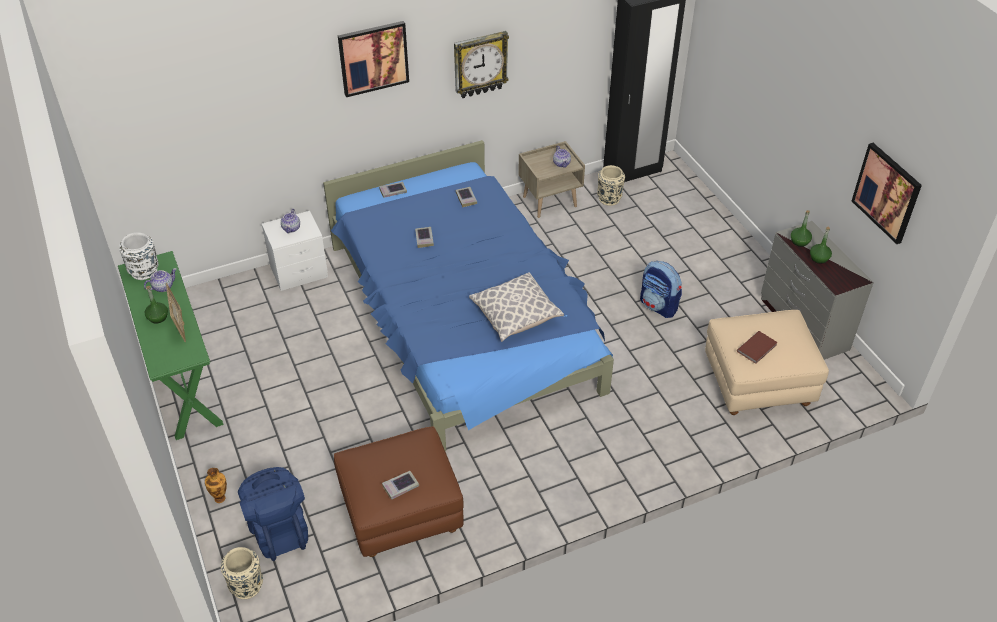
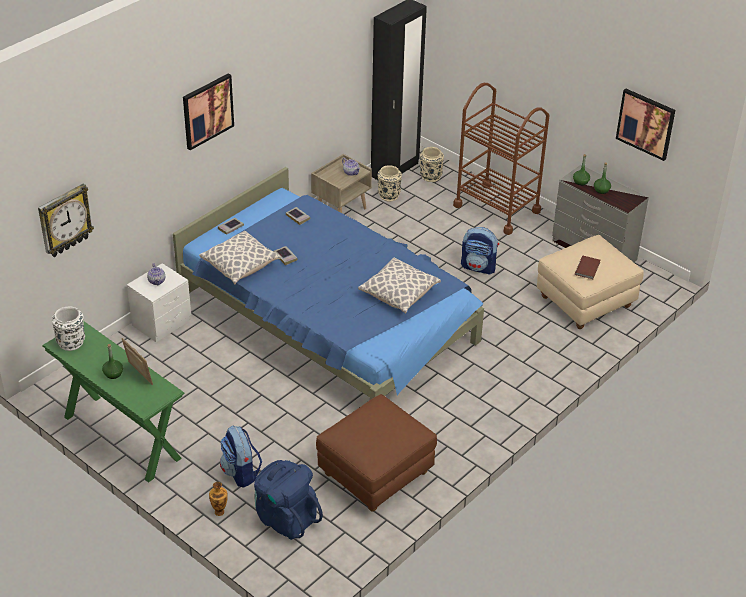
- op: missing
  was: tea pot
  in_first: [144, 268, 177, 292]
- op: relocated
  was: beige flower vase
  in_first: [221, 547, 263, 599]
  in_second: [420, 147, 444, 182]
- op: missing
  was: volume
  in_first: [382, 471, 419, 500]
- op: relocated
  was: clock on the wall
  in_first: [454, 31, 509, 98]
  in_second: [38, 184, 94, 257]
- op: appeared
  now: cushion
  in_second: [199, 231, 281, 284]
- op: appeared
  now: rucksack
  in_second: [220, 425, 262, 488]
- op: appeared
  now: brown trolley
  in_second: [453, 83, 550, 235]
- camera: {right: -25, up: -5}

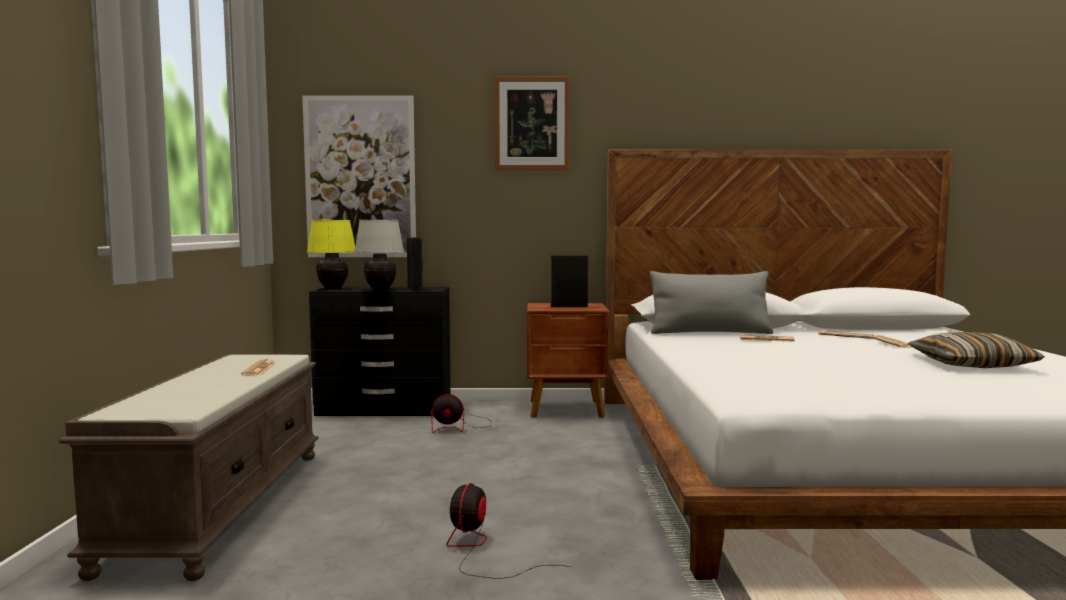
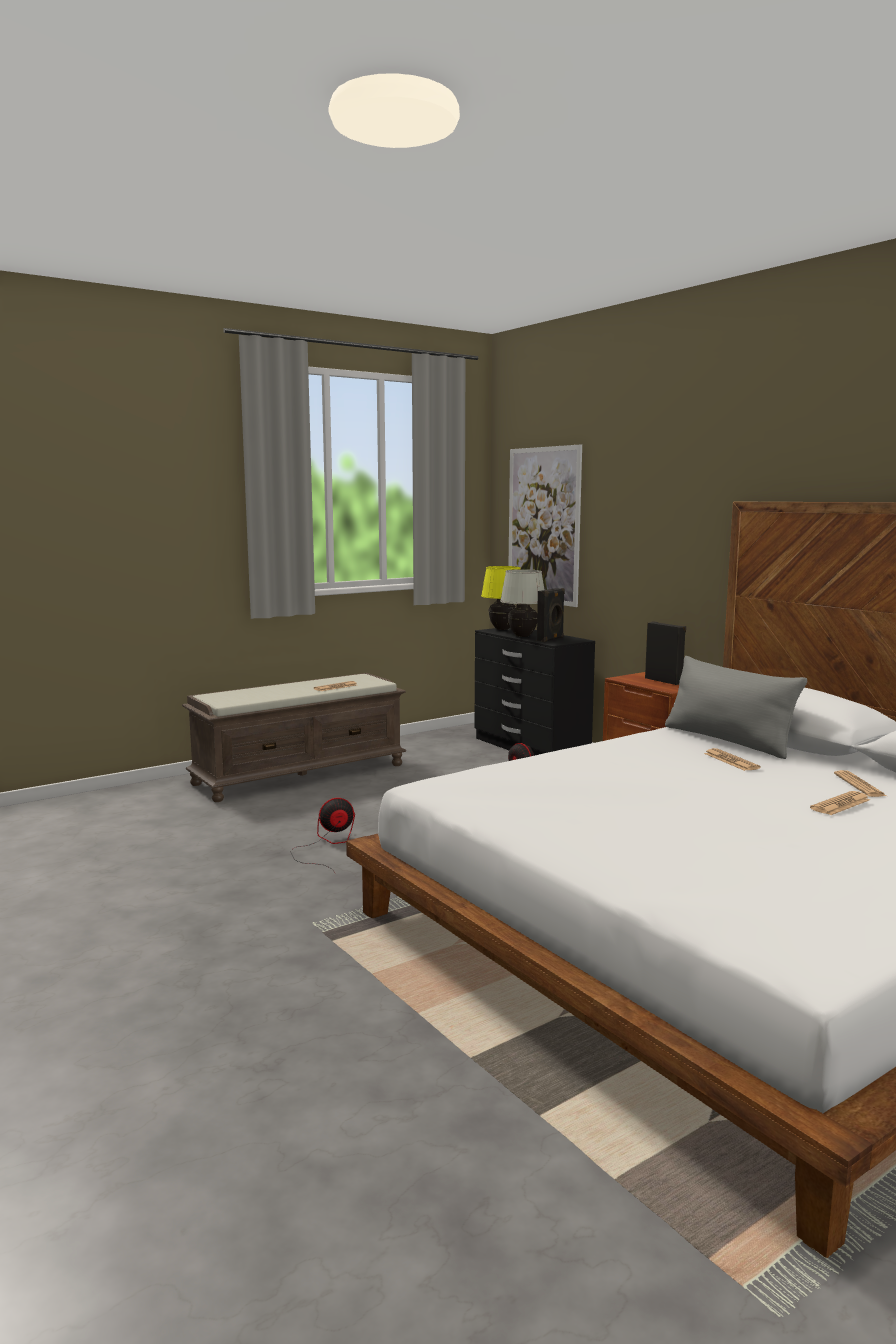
- op: missing
  was: wall art
  in_first: [494, 76, 570, 170]
- op: missing
  was: cushion
  in_first: [908, 332, 1045, 368]
- camera: {right: 55, up: 5}

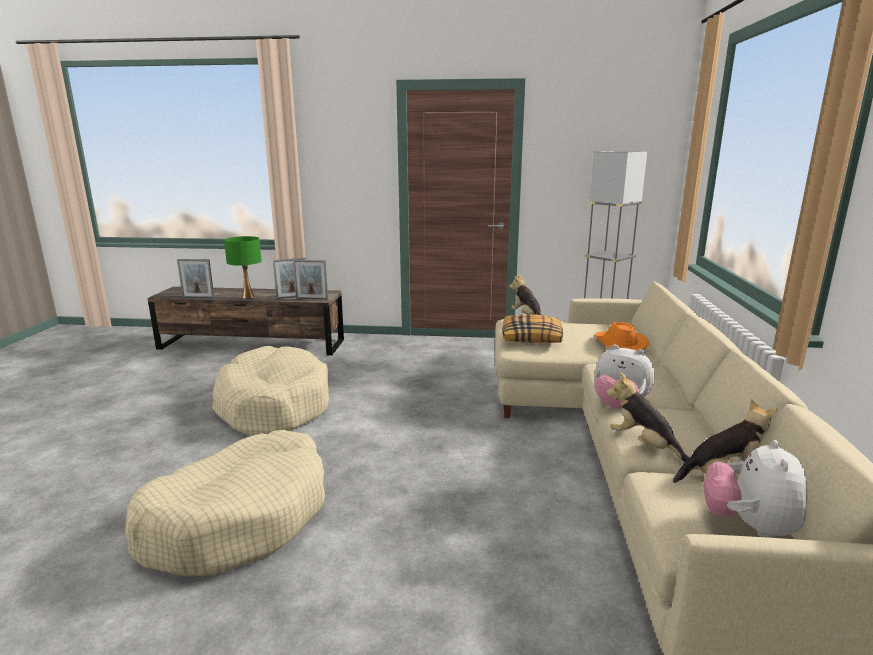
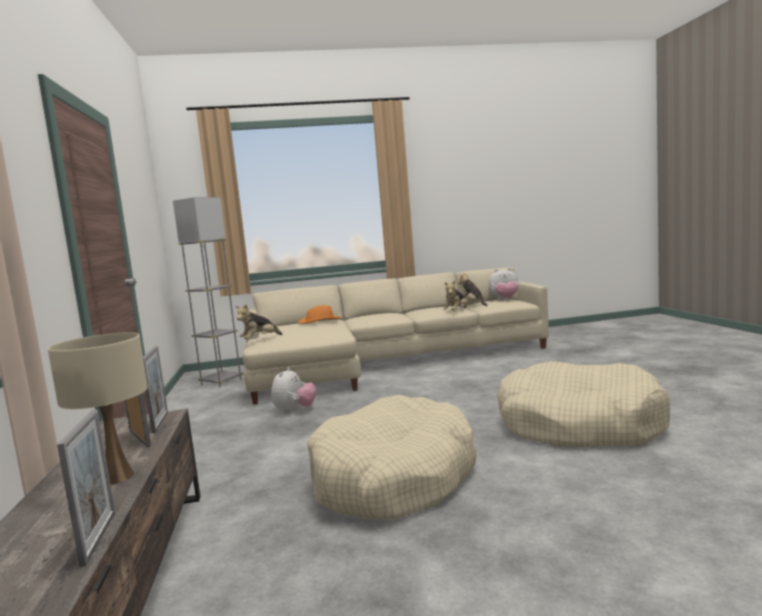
- op: colour
  was: green-coloured table lamp
  now: beige table lamp
  in_first: [224, 236, 262, 299]
  in_second: [48, 332, 148, 484]
- op: missing
  was: cushion
  in_first: [502, 314, 563, 343]
- op: relocated
  was: soft toy
  in_first: [594, 344, 655, 409]
  in_second: [271, 367, 316, 414]
- camera: {right: -105, up: -10}

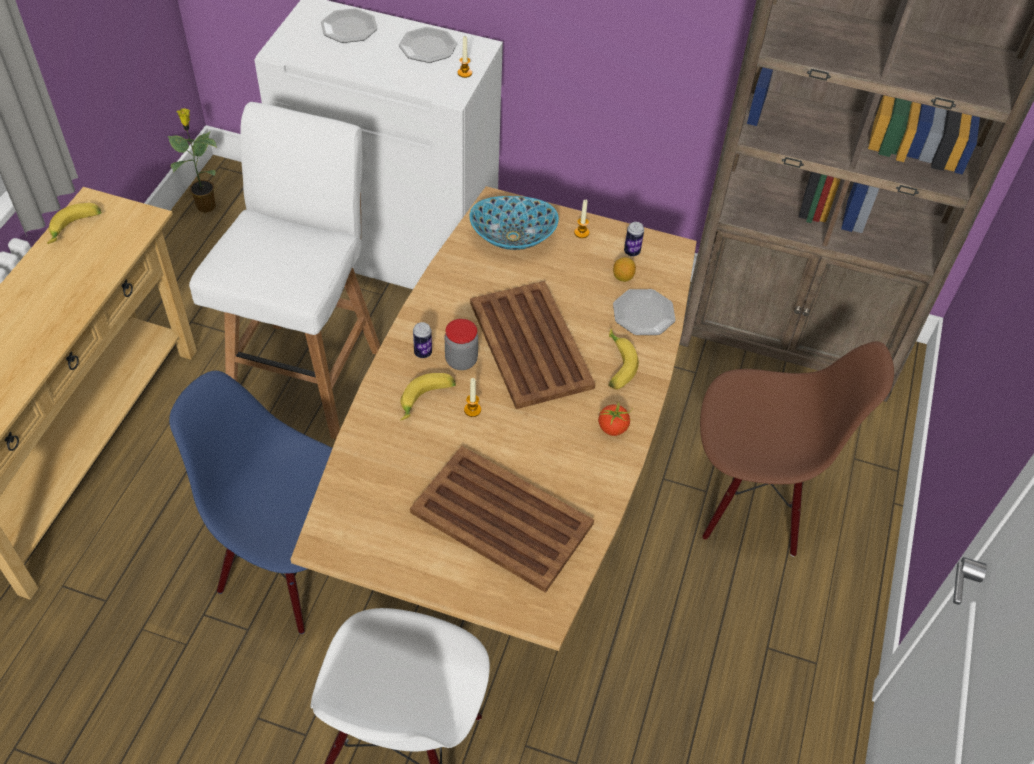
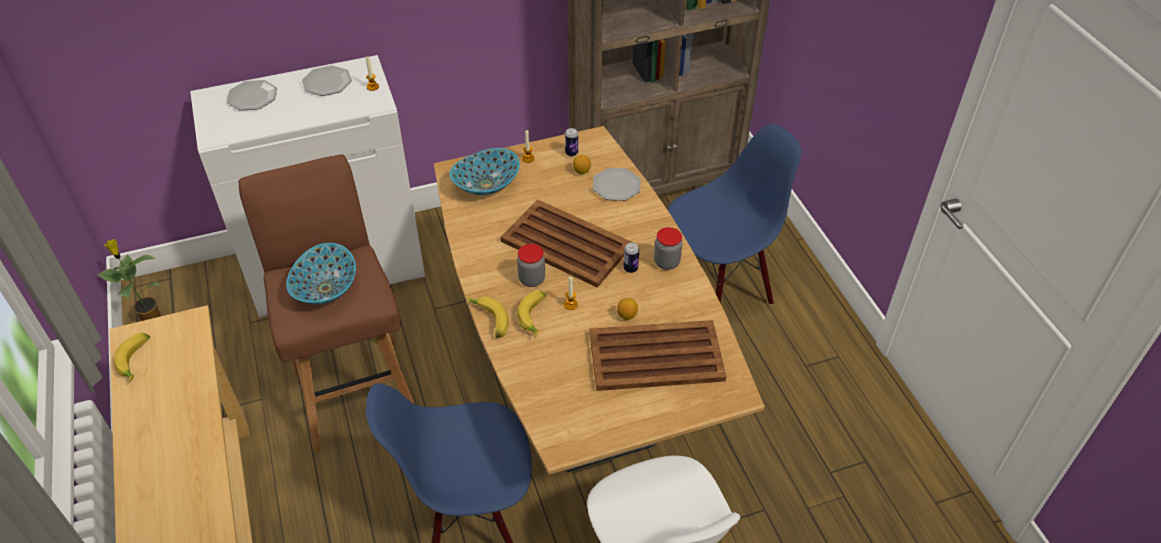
- op: colour
  was: white stool
  now: brown stool
  in_first: [189, 102, 380, 439]
  in_second: [238, 154, 415, 452]
- op: relocated
  was: sealed can
  in_first: [413, 322, 432, 358]
  in_second: [624, 243, 639, 273]
- op: exchanged
  was: fresh tomato
  now: jar
  in_first: [598, 401, 633, 436]
  in_second: [654, 227, 682, 270]
- op: relocated
  was: banana fruit
  in_first: [608, 328, 639, 389]
  in_second: [467, 296, 509, 338]
- op: colour
  was: brown chair
  now: bluish chair
  in_first: [700, 341, 894, 557]
  in_second: [668, 124, 802, 305]
- op: appeared
  now: deep dish
  in_second: [286, 243, 356, 305]
- op: appeared
  now: whole lemon
  in_second: [617, 298, 638, 320]
- camera: {right: -35, up: -5}

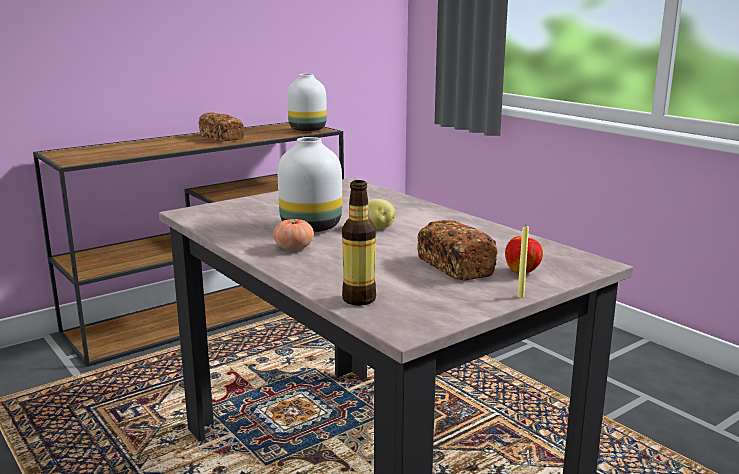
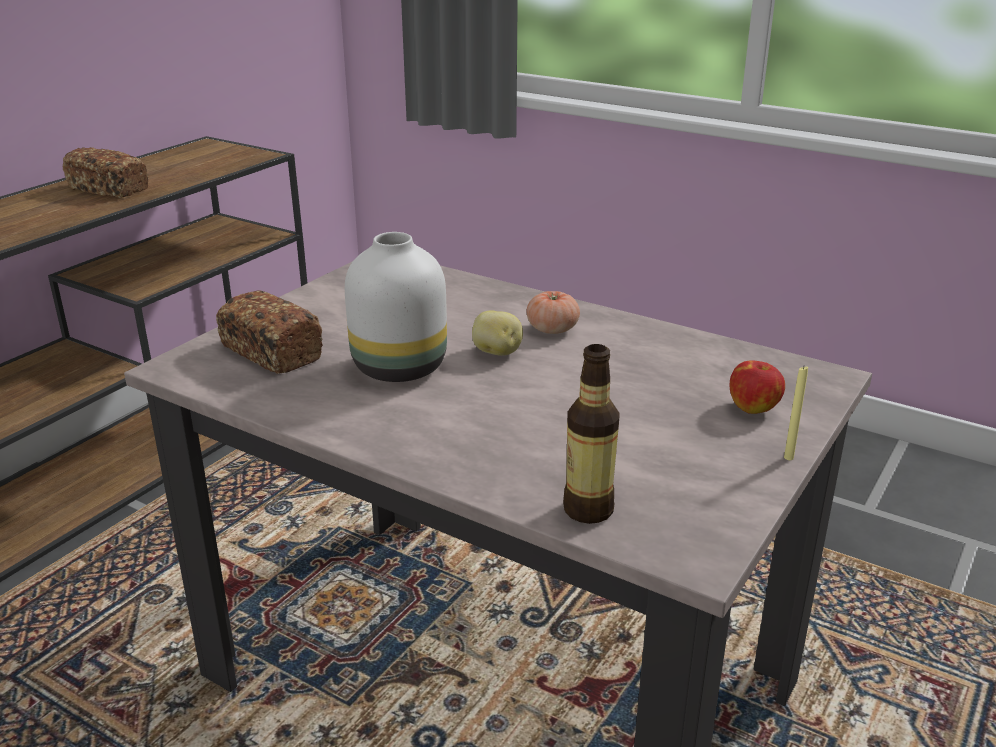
- op: relocated
  was: fresh tomato
  in_first: [273, 219, 314, 250]
  in_second: [526, 291, 580, 334]
- op: missing
  was: white flower vase
  in_first: [287, 74, 327, 131]
- op: relocated
  was: bread
  in_first: [417, 220, 498, 280]
  in_second: [216, 290, 323, 374]
- camera: {right: -20, up: 10}

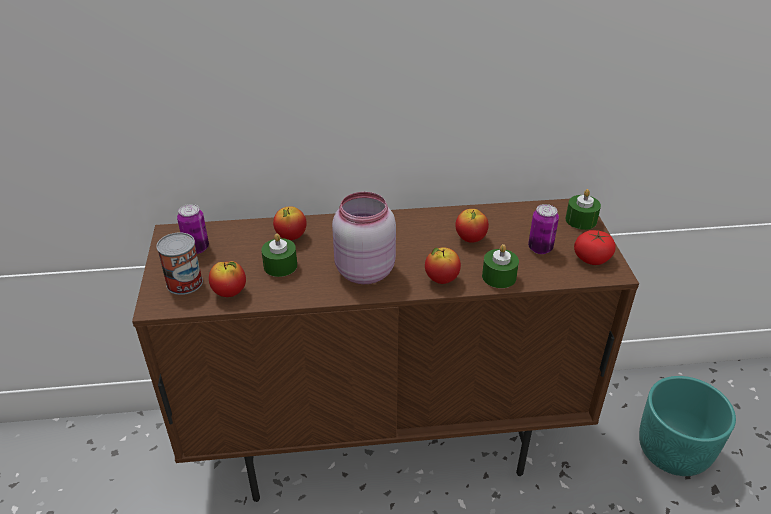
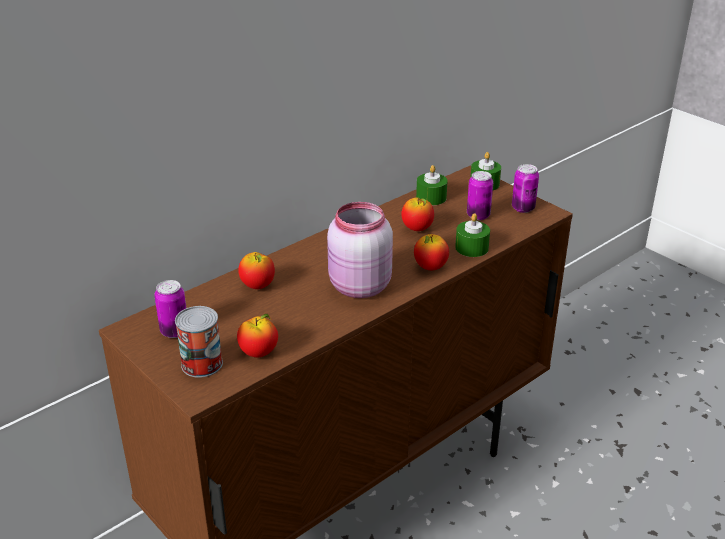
- op: relocated
  was: green-coloured wax light
  in_first: [261, 234, 297, 277]
  in_second: [416, 165, 447, 205]
- op: exchanged
  was: fresh tomato
  now: sealed can
  in_first: [574, 230, 616, 265]
  in_second: [512, 164, 539, 213]
- op: missing
  was: turquoise-coloured planter
  in_first: [639, 376, 736, 476]
- camera: {right: -35, up: -5}

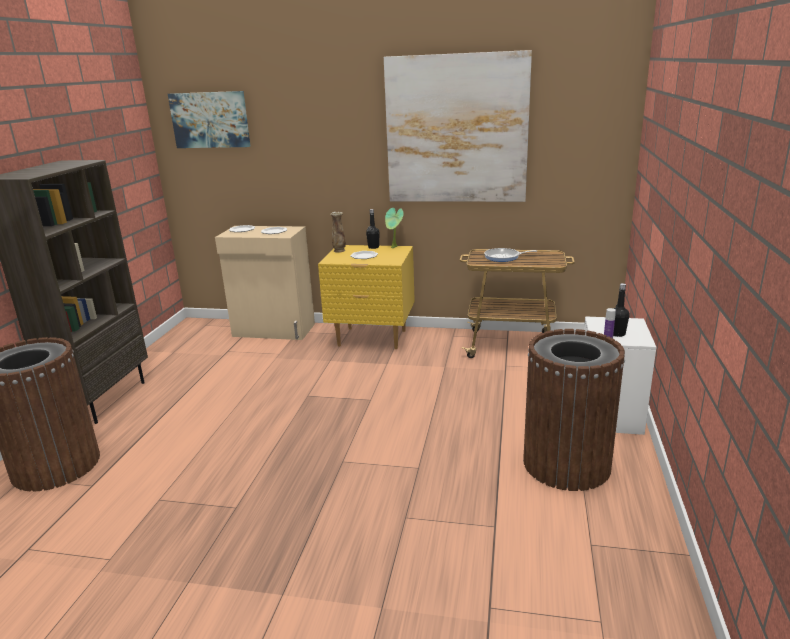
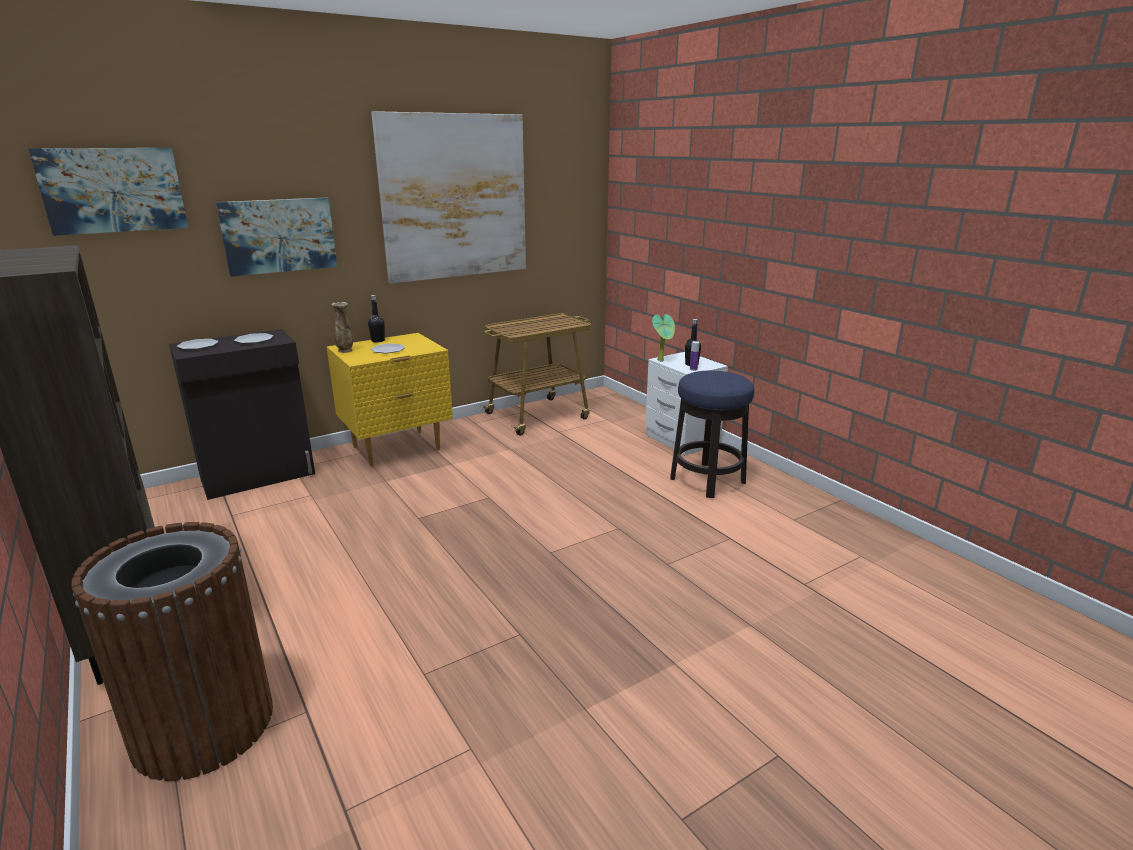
- op: colour
  was: beige cabinet
  now: black-coloured cabinet
  in_first: [215, 226, 315, 340]
  in_second: [169, 329, 315, 500]
- op: relocated
  was: houseplant
  in_first: [385, 208, 404, 248]
  in_second: [652, 314, 675, 362]
- op: missing
  was: skillet
  in_first: [484, 248, 537, 262]
- op: exchanged
  was: brown trash can
  now: stool
  in_first: [523, 329, 625, 491]
  in_second: [670, 371, 754, 498]
- op: appeared
  now: wall art
  in_second: [216, 197, 337, 277]
- camera: {right: -45, up: 0}

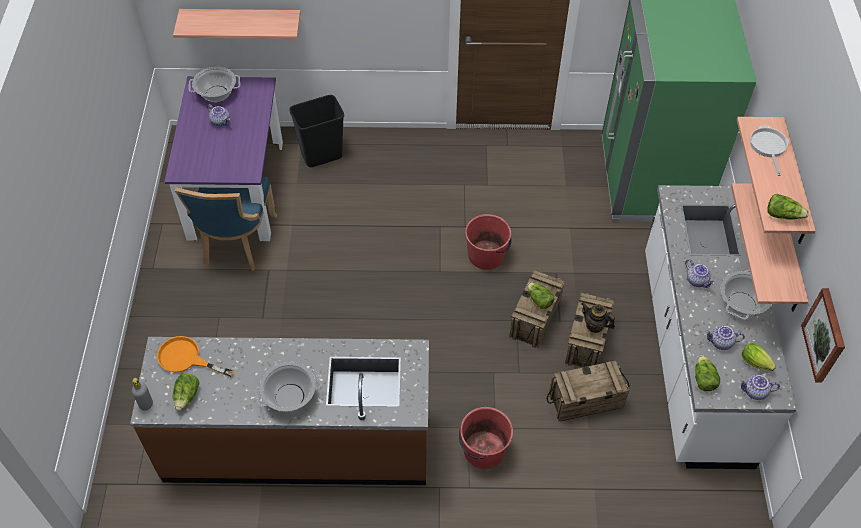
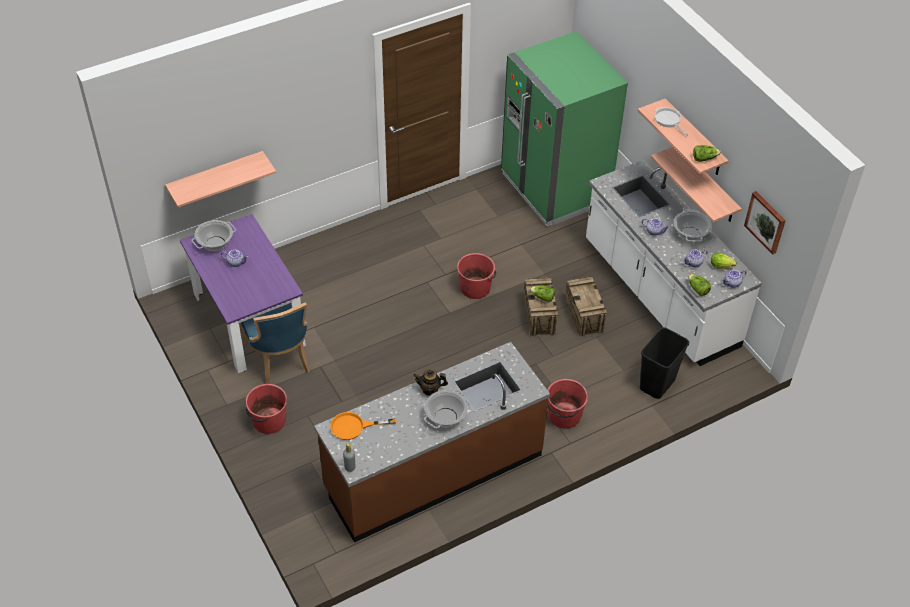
- op: missing
  was: head of lettuce
  in_first: [173, 373, 200, 411]
- op: relocated
  was: black-coloured trash can
  in_first: [290, 95, 344, 167]
  in_second: [640, 327, 689, 399]
- op: missing
  was: crate
  in_first: [547, 361, 630, 422]
- op: relocated
  was: tea pot
  in_first: [581, 302, 615, 333]
  in_second: [413, 369, 448, 396]
- op: appeared
  now: red-coloured pail
  in_second: [246, 384, 287, 434]
- camera: {right: -30, up: -5}

